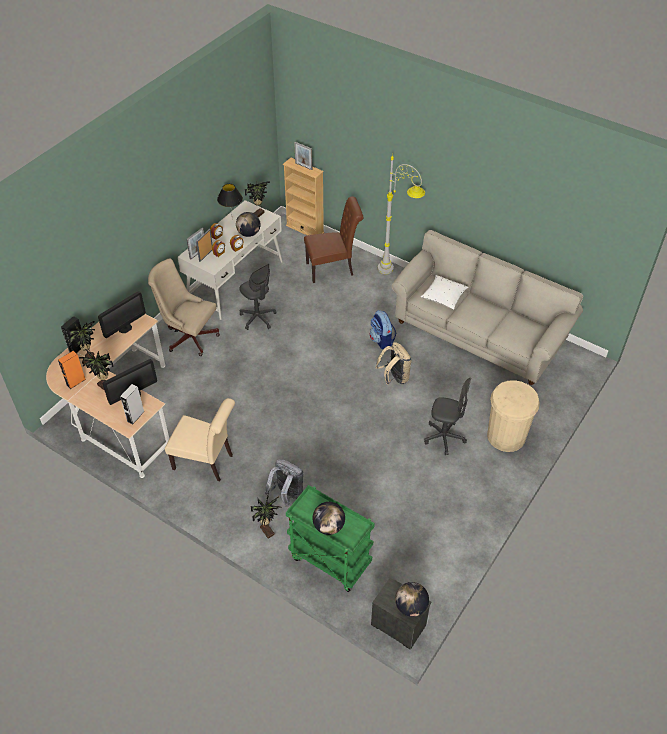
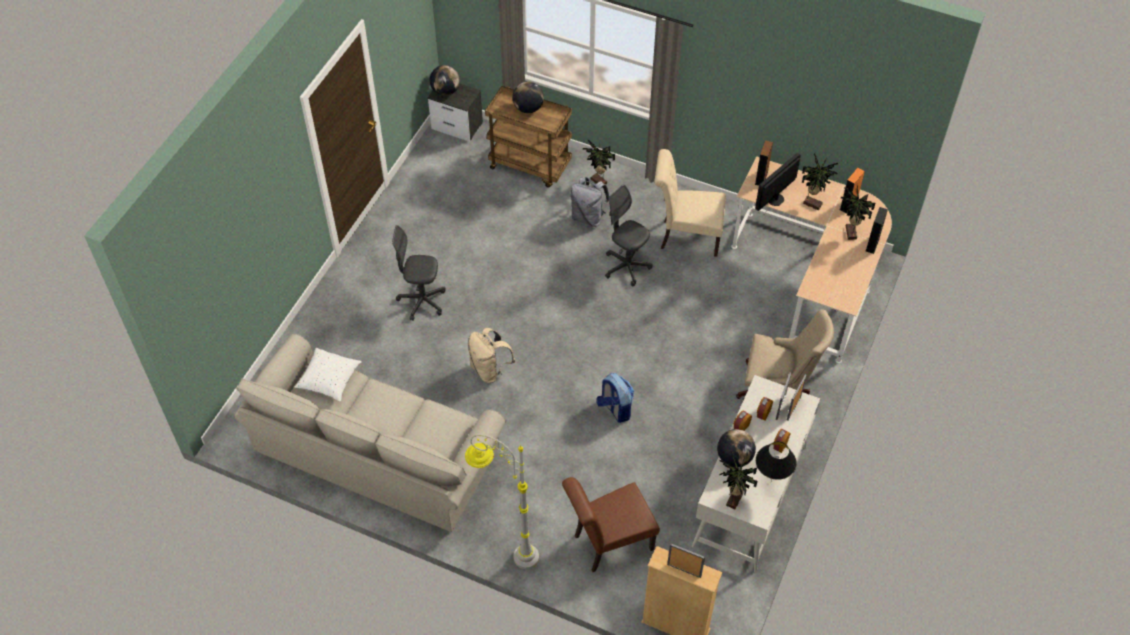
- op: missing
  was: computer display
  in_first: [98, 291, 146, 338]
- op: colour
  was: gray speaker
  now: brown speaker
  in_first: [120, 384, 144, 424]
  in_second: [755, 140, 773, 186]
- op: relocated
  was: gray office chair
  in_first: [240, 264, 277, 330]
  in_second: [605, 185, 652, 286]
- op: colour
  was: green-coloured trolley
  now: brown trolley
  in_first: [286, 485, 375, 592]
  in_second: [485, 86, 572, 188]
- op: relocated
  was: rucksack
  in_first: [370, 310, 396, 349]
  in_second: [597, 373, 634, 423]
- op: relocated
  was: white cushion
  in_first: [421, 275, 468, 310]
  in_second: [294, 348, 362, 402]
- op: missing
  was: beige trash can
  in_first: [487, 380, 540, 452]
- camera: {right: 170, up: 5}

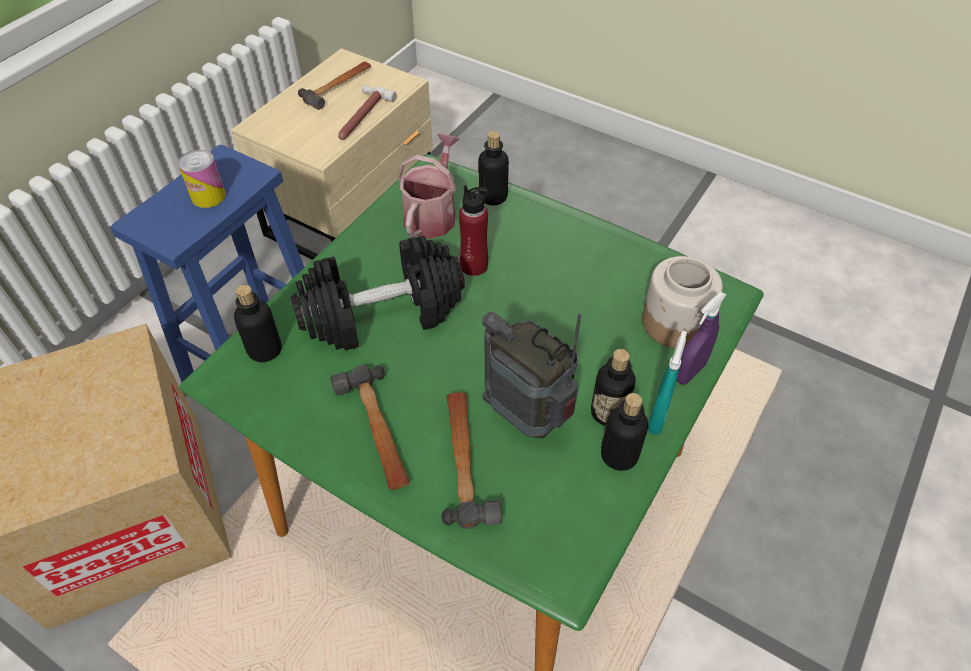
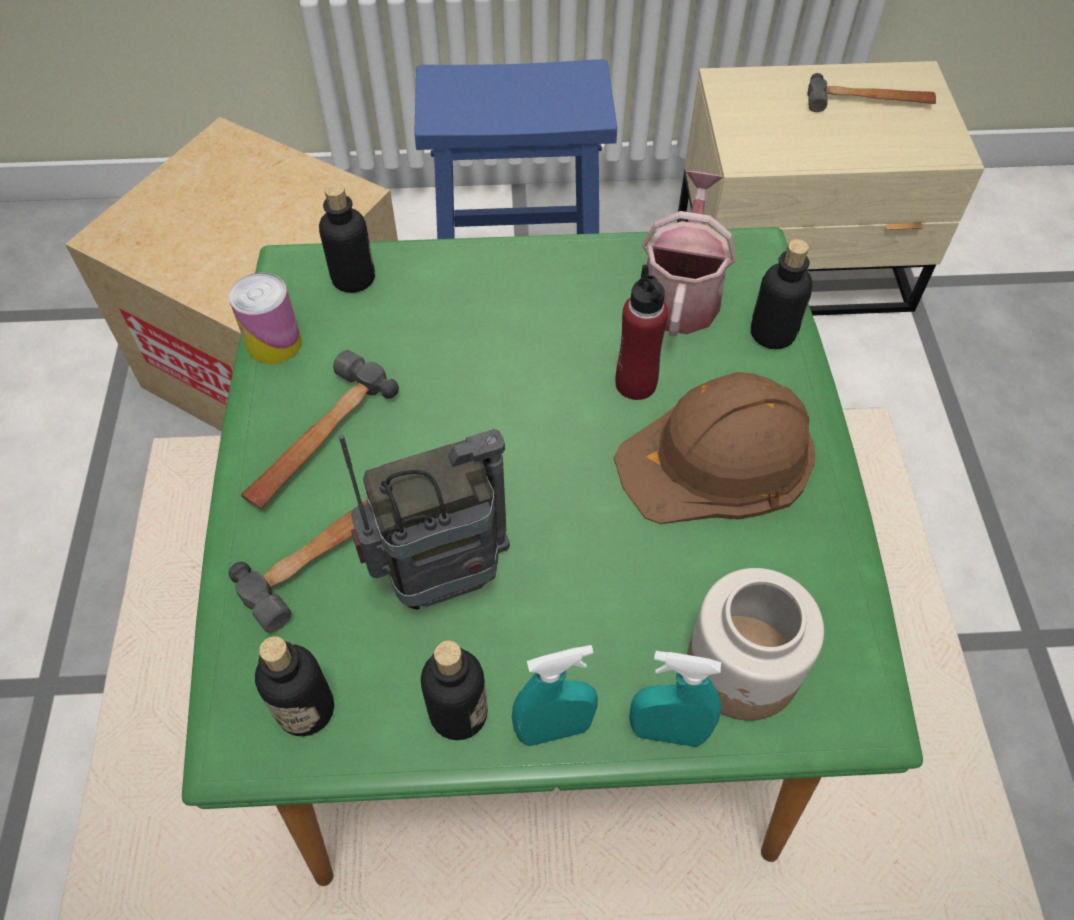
- op: relocated
  was: sealed can
  in_first: [178, 150, 226, 208]
  in_second: [229, 273, 302, 364]
- op: missing
  was: black-coloured free weight
  in_first: [291, 236, 465, 350]
- op: missing
  was: tool hammer
  in_first: [338, 85, 396, 140]
- op: spun
  was: sprinkling can
  in_first: [398, 133, 460, 239]
  in_second: [642, 171, 736, 337]
  clockwise: -60
- op: spun
  was: radio receiver
  in_first: [482, 312, 581, 438]
  in_second: [339, 429, 510, 610]
  clockwise: 60
- op: relocated
  was: beverage bottle
  in_first: [591, 349, 635, 426]
  in_second: [255, 636, 334, 736]
- op: colour
  was: purple sprayer
  now: turquoise-coloured sprayer
  in_first: [677, 292, 726, 384]
  in_second: [629, 651, 721, 747]
- op: appeared
  now: brown hard hat
  in_second: [614, 372, 815, 524]
- camera: {right: 55, up: 5}

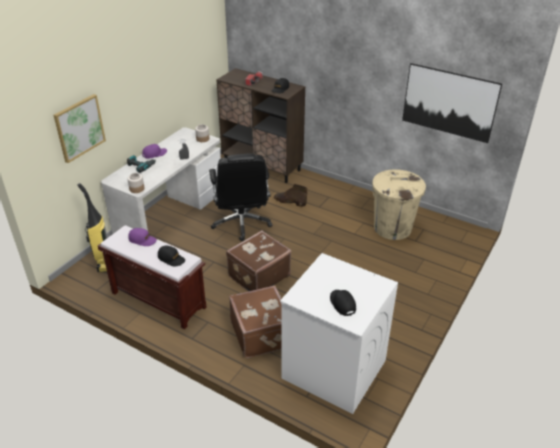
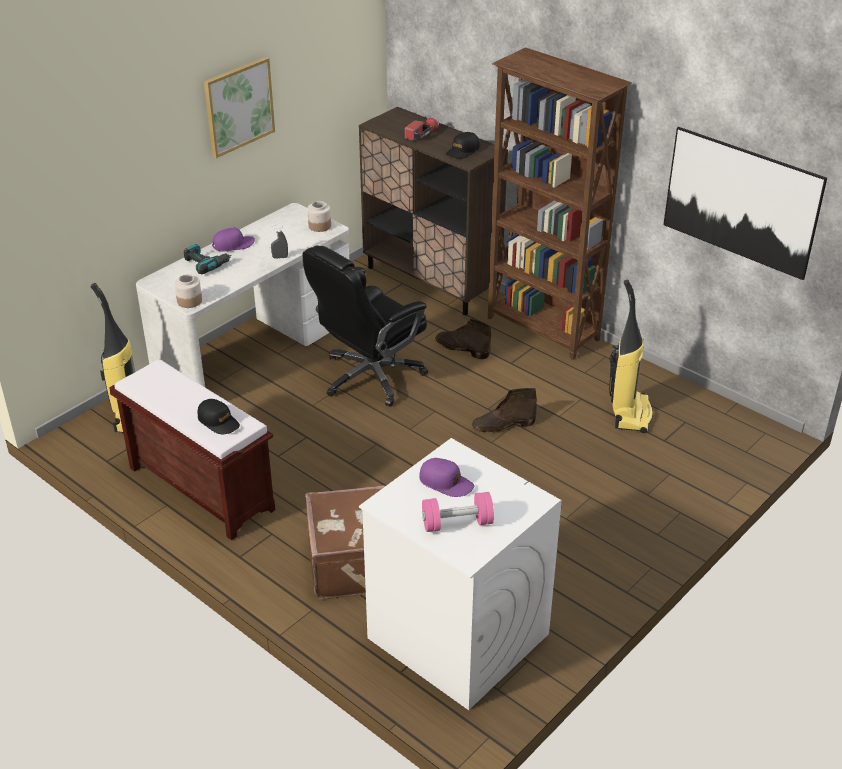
- op: relocated
  was: wall art
  in_first: [54, 94, 106, 163]
  in_second: [204, 57, 275, 158]
- op: relocated
  was: purple baseball cap
  in_first: [128, 228, 157, 246]
  in_second: [419, 458, 474, 497]
- op: spun
  was: black-coloured office chair
  in_first: [209, 153, 272, 241]
  in_second: [303, 246, 428, 407]
  clockwise: 45
- op: missing
  was: brown suitcase
  in_first: [226, 230, 292, 292]
- op: exchanged
  was: black-coloured baseball cap
  now: pink free weight
  in_first: [330, 290, 356, 316]
  in_second: [422, 492, 494, 532]
- op: exchanged
  was: beige trash can
  now: hoover
  in_first: [372, 169, 426, 240]
  in_second: [609, 280, 653, 433]
- op: appeared
  now: brown high-top boot
  in_second: [472, 388, 537, 433]
- op: appeared
  now: brown bookshelf
  in_second: [488, 47, 632, 360]
- camera: {right: 10, up: 0}

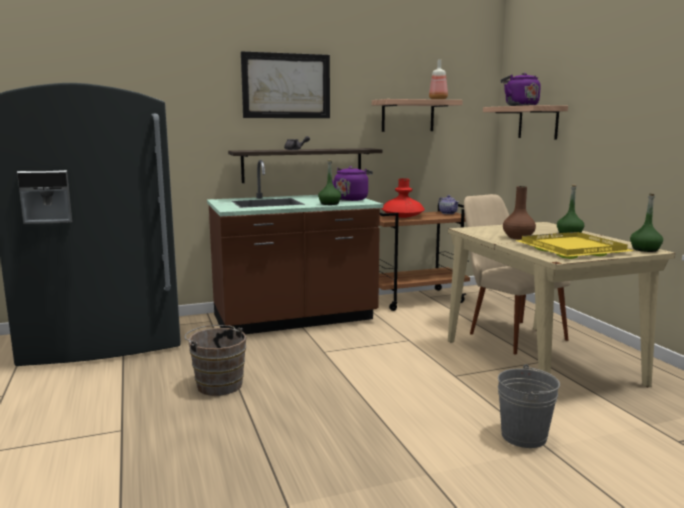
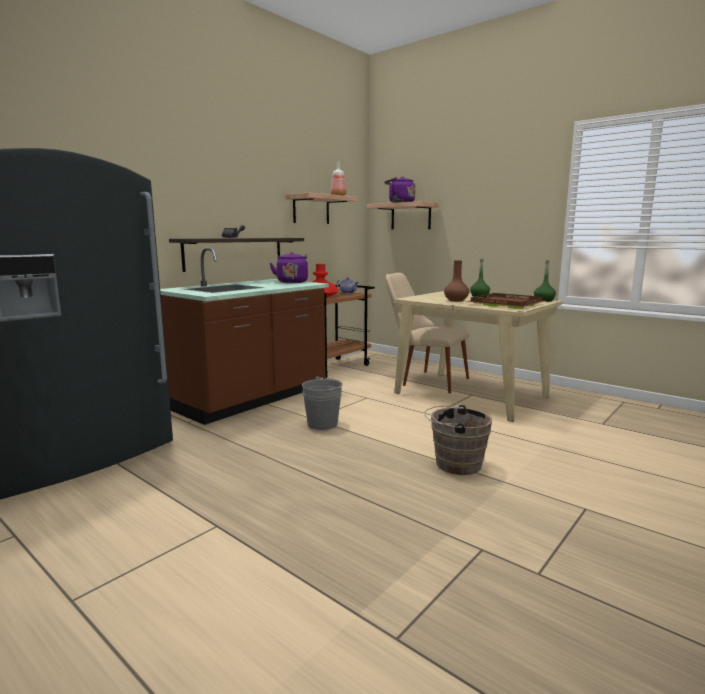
- op: relocated
  was: brown pail
  in_first: [185, 325, 246, 396]
  in_second: [424, 405, 492, 475]
- op: missing
  was: wall art
  in_first: [241, 51, 330, 118]
- op: missing
  was: green-coloured beverage bottle
  in_first: [318, 160, 341, 205]
- op: relocated
  was: gray pail
  in_first: [498, 364, 560, 448]
  in_second: [302, 376, 343, 430]
- op: colour
  was: yellowish carrying tray
  now: brown carrying tray
  in_first: [515, 232, 634, 259]
  in_second: [466, 293, 545, 309]
- camera: {right: -30, up: 0}

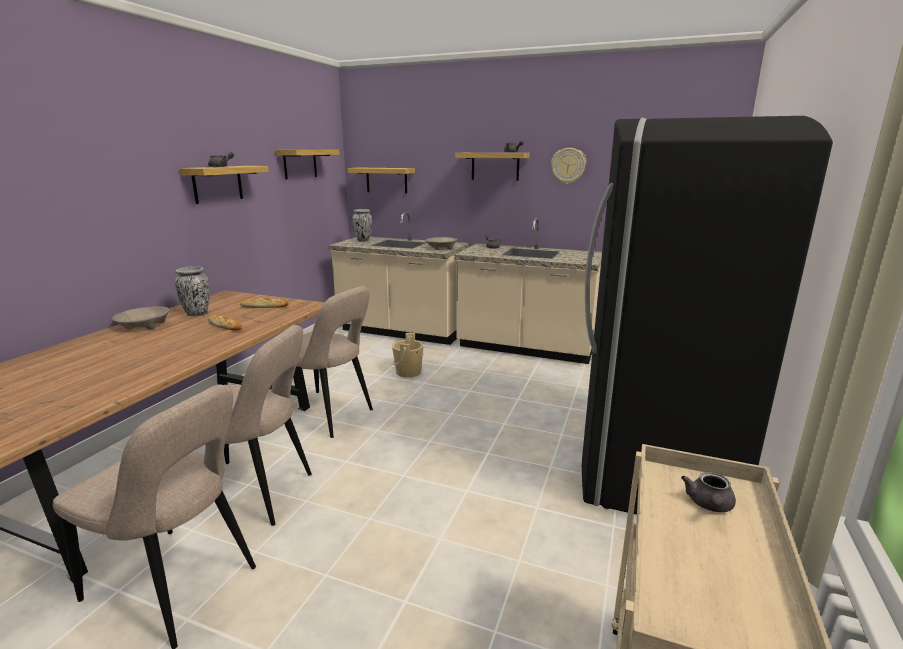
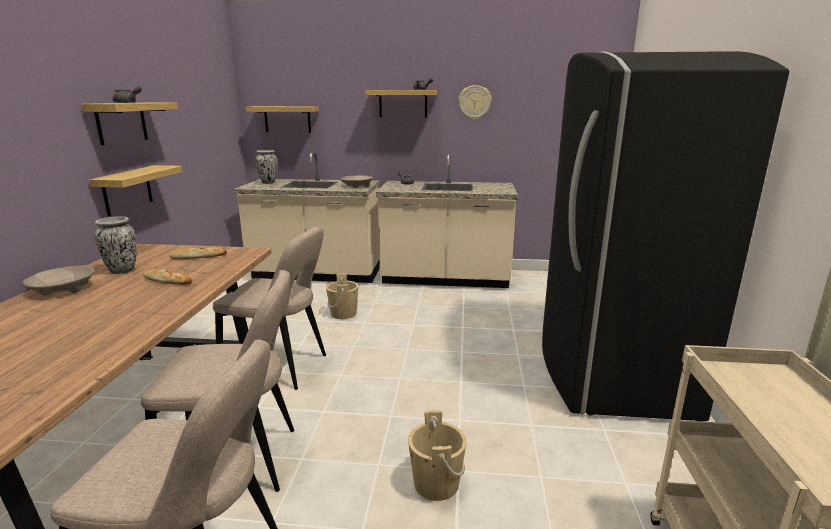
- op: relocated
  was: shelf
  in_first: [276, 150, 339, 179]
  in_second: [89, 165, 182, 216]
- op: missing
  was: gray tea pot
  in_first: [681, 472, 736, 512]
- op: appeared
  now: beige pail
  in_second: [408, 410, 467, 501]
- camera: {right: -15, up: 0}

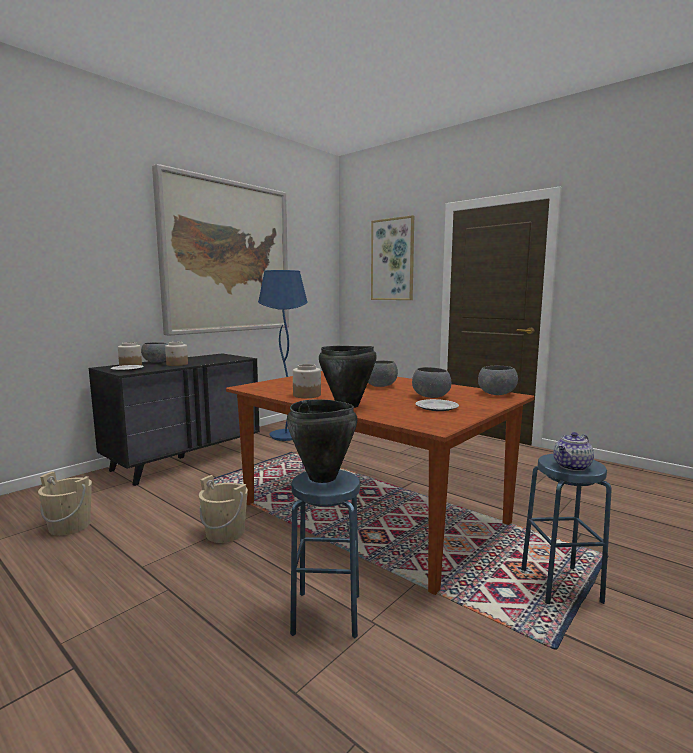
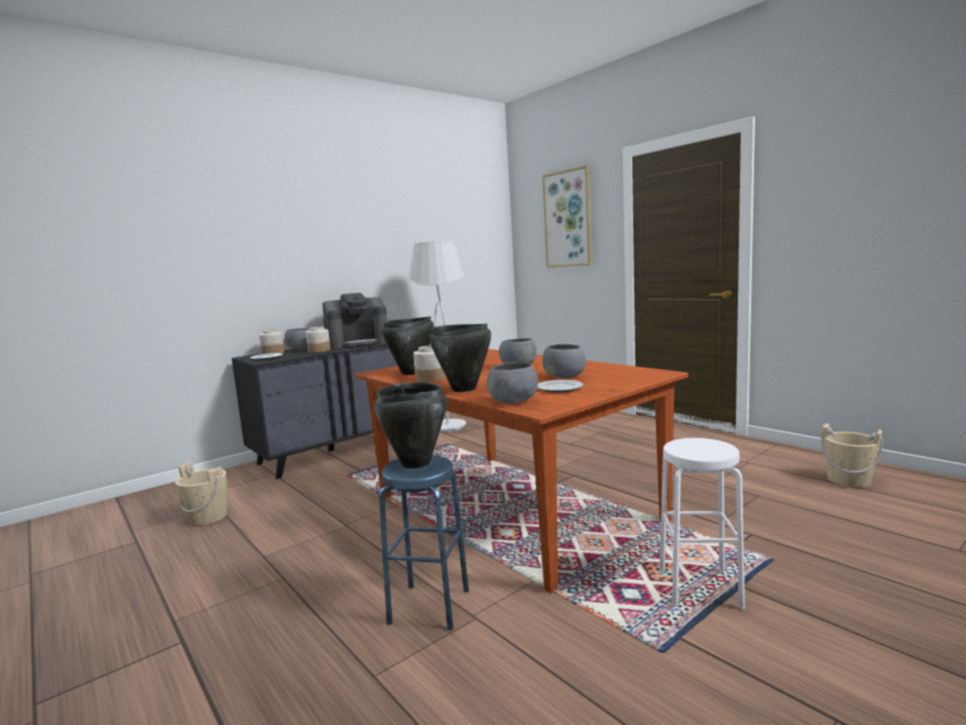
- op: missing
  was: wall art
  in_first: [152, 164, 289, 336]
- op: relocated
  was: beige pail
  in_first: [199, 475, 248, 543]
  in_second: [821, 424, 883, 487]
- op: colour
  was: bluish floor lamp
  now: white floor lamp
  in_first: [258, 270, 308, 441]
  in_second: [408, 241, 466, 432]
- op: relocated
  was: gray deep dish
  in_first: [478, 366, 518, 395]
  in_second: [487, 362, 538, 404]
- op: colour
  was: bluish stool
  now: white stool
  in_first: [521, 454, 612, 604]
  in_second: [659, 438, 745, 610]
- op: missing
  was: tea pot
  in_first: [553, 432, 594, 471]
- op: appeared
  now: coffee machine
  in_second: [322, 293, 388, 349]
- op: appeared
  now: black-coloured saucepot
  in_second: [381, 316, 434, 375]
- camera: {right: 10, up: 0}

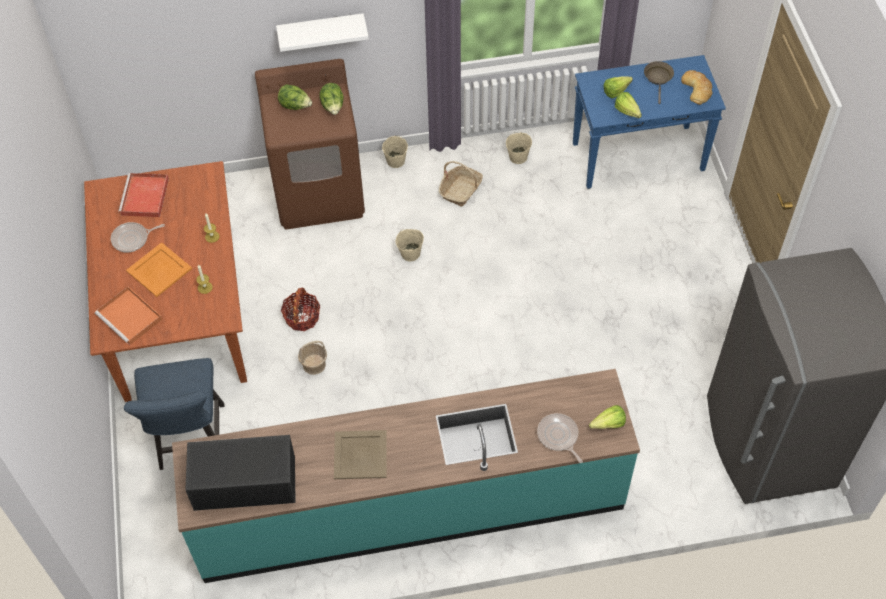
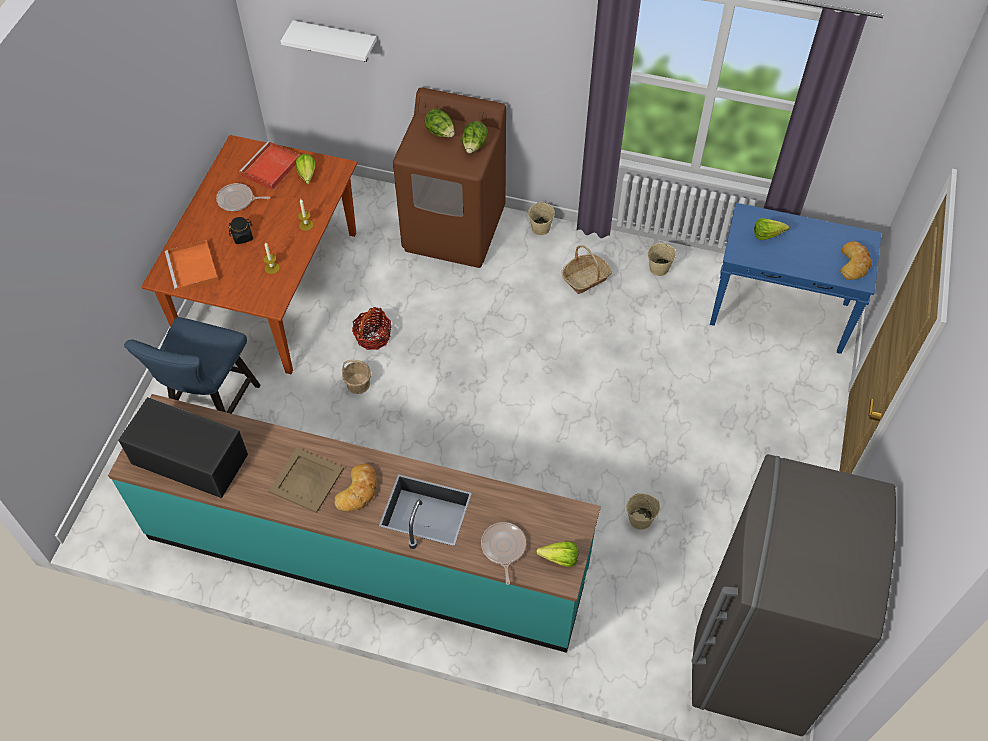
- op: exchanged
  was: orange carrying tray
  now: black-coloured jar
  in_first: [126, 242, 192, 297]
  in_second: [228, 217, 253, 244]
- op: relocated
  was: white shelf
  in_first: [276, 13, 369, 52]
  in_second: [281, 20, 376, 62]
- op: relocated
  was: beige pail
  in_first: [396, 229, 424, 261]
  in_second: [626, 493, 660, 530]
- op: relocated
  was: head of lettuce
  in_first: [615, 92, 642, 118]
  in_second: [296, 154, 316, 184]
- op: missing
  was: brown skillet
  in_first: [644, 61, 674, 104]
- op: appeared
  now: bread
  in_second: [334, 464, 377, 512]
- camera: {right: 25, up: 0}

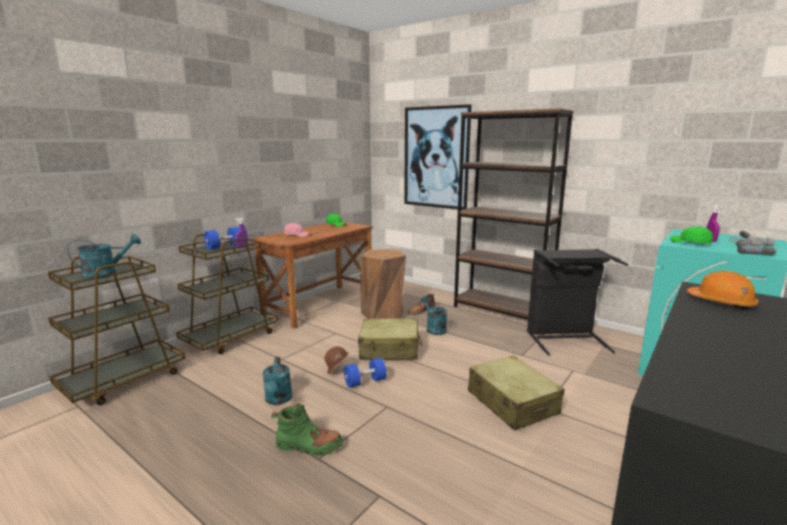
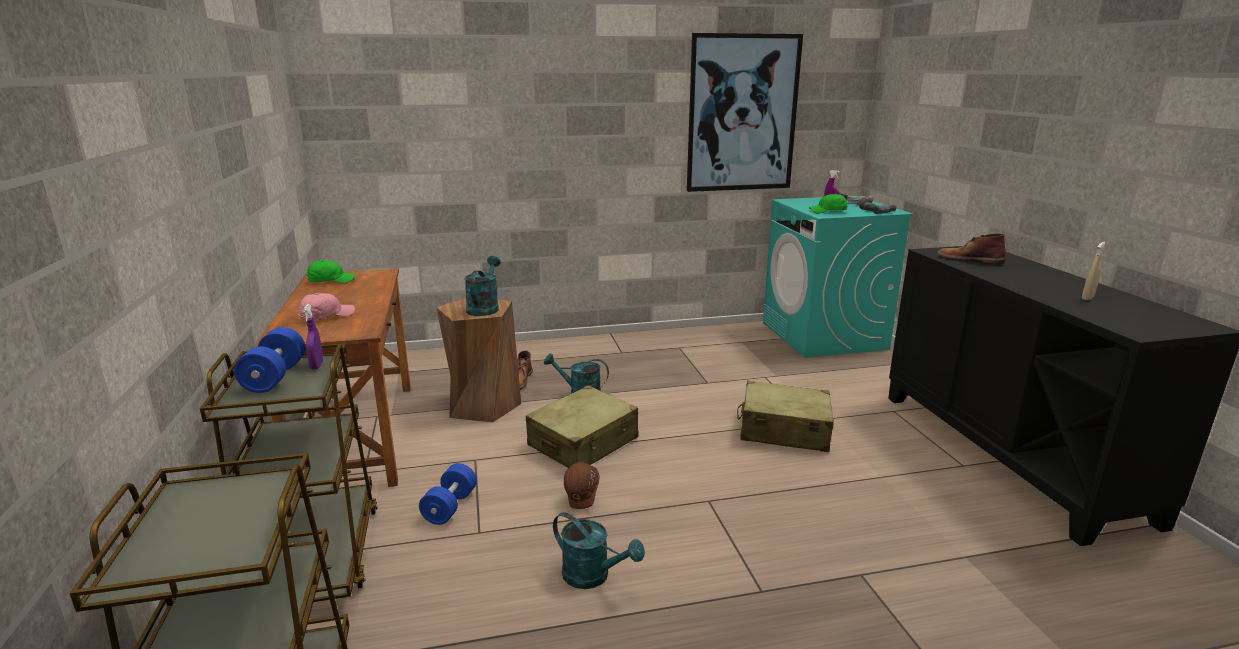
- op: relocated
  was: turquoise-coloured sprinkling can
  in_first: [68, 234, 141, 279]
  in_second: [464, 256, 501, 316]
- op: missing
  was: green-coloured high-top boot
  in_first: [271, 404, 343, 456]
- op: relocated
  was: bluish free weight
  in_first: [344, 358, 387, 388]
  in_second: [419, 463, 477, 525]
- op: relocated
  was: wall art
  in_first: [404, 104, 471, 210]
  in_second: [687, 33, 803, 192]
- op: missing
  was: brown bookshelf
  in_first: [454, 109, 574, 320]
- op: missing
  was: black-coloured washing basket
  in_first: [527, 249, 628, 355]
- op: exchanged
  was: orange hard hat
  now: brown high-top boot
  in_first: [687, 271, 759, 310]
  in_second: [937, 234, 1005, 264]
- op: appeared
  now: beige sprayer
  in_second: [1082, 242, 1106, 300]
- camera: {right: -50, up: 5}

